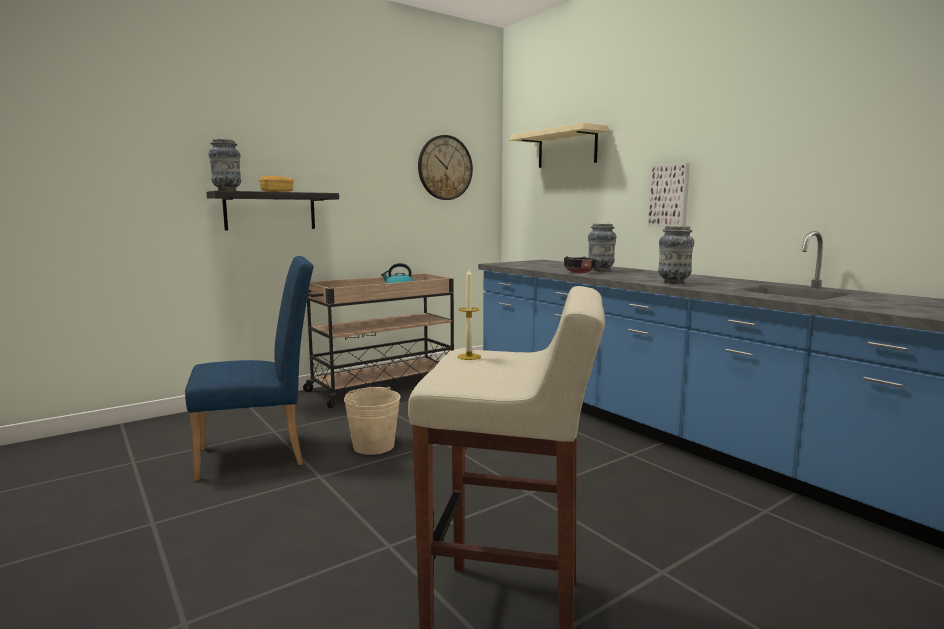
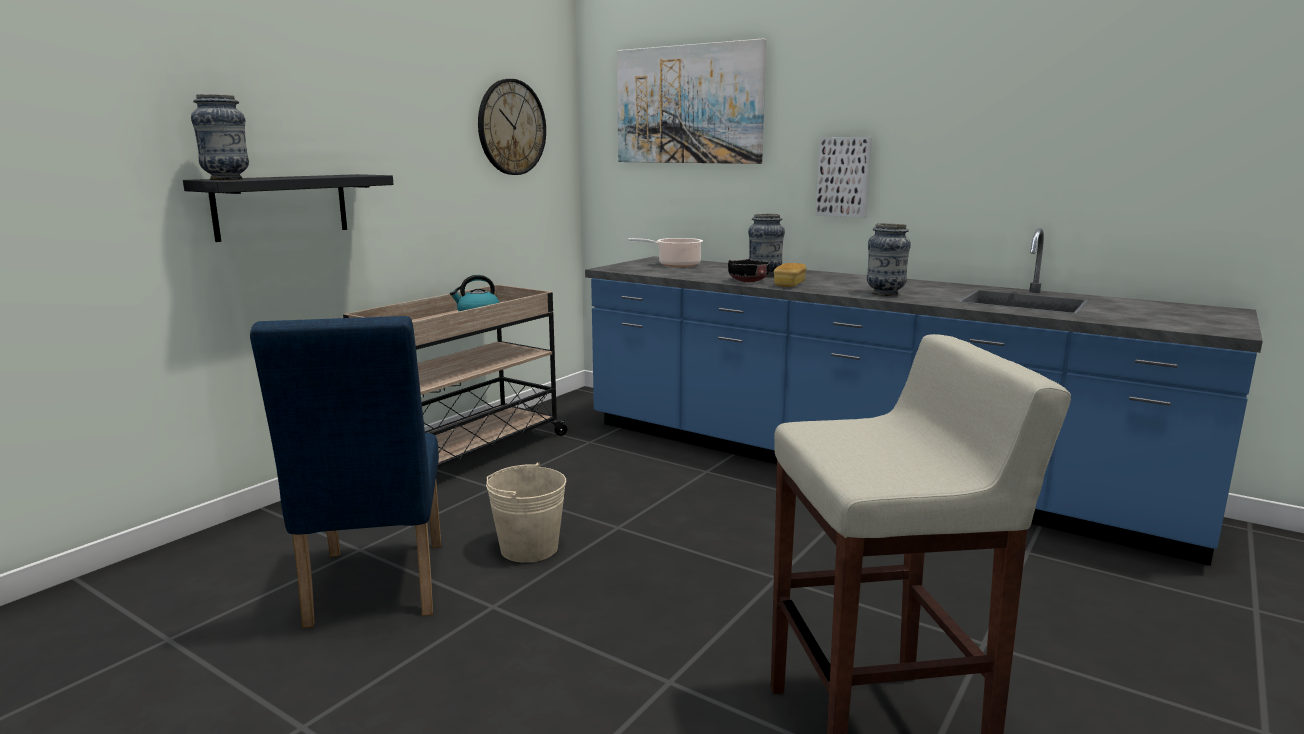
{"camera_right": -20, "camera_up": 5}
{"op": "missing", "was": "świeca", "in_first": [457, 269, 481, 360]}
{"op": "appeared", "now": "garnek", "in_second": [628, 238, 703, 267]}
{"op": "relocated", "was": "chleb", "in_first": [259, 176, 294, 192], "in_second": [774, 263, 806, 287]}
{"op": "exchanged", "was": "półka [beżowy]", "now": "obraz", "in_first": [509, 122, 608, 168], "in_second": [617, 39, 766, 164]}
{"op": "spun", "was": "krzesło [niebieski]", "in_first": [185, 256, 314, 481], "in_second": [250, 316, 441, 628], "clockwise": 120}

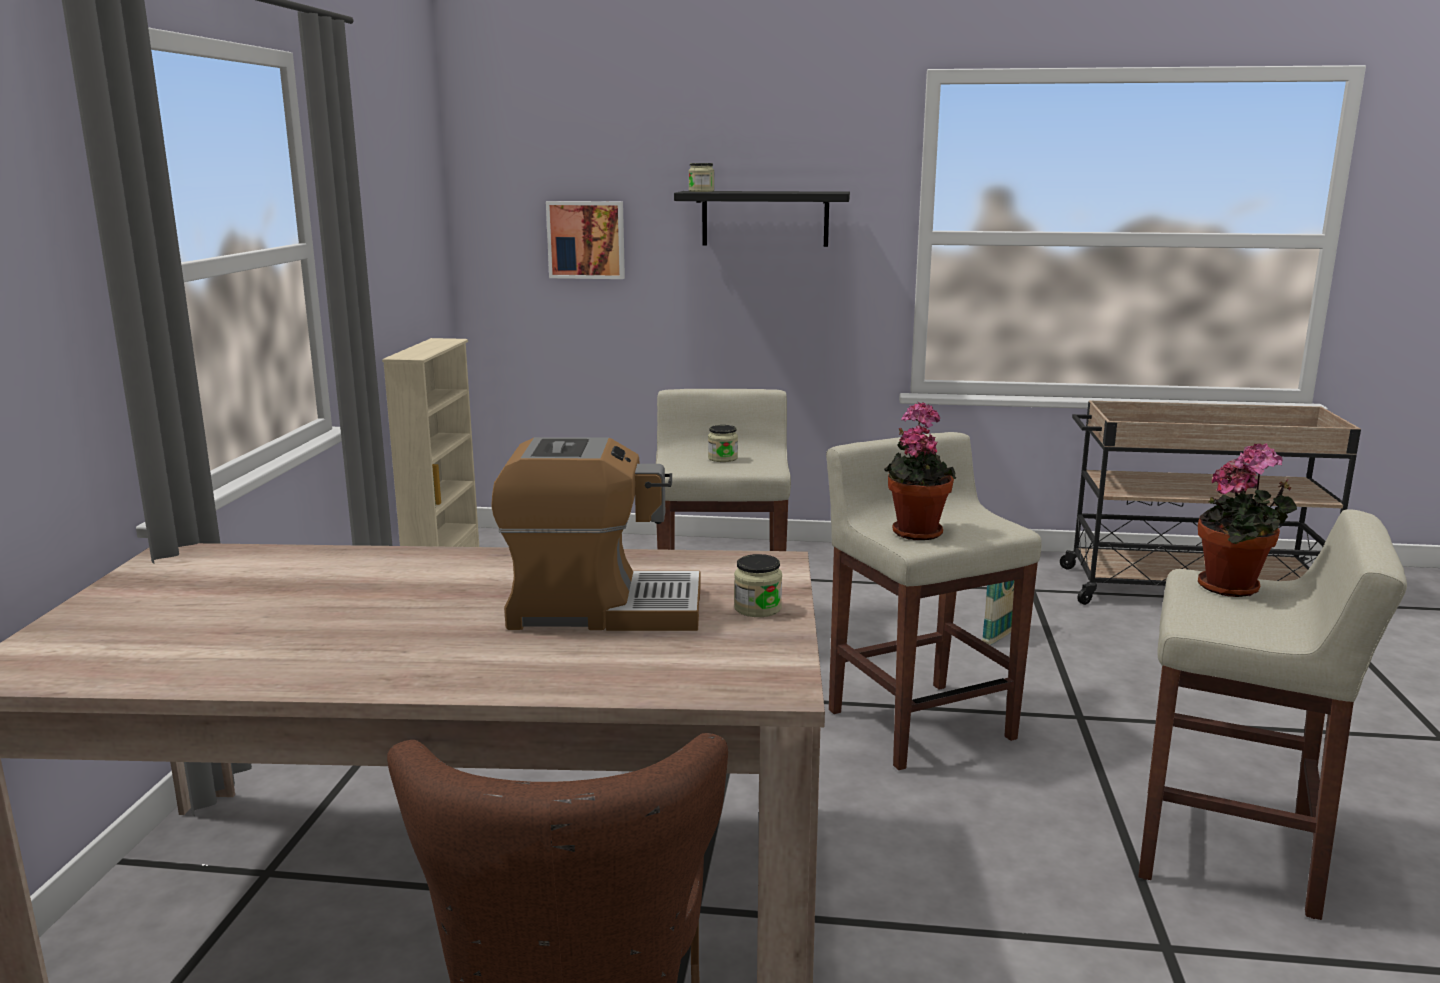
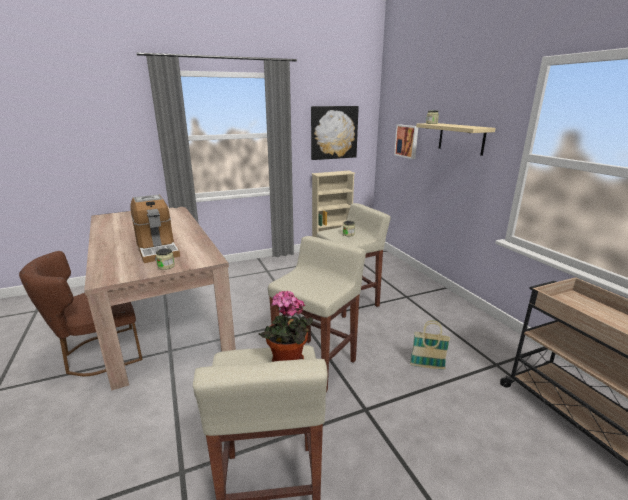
{"camera_right": 60, "camera_up": 5}
{"op": "missing", "was": "roślina doniczkowa", "in_first": [884, 402, 956, 540]}
{"op": "appeared", "now": "obraz", "in_second": [311, 106, 359, 160]}
{"op": "colour", "was": "półka [czarny]", "now": "półka [beżowy]", "in_first": [674, 191, 850, 247], "in_second": [416, 123, 496, 156]}

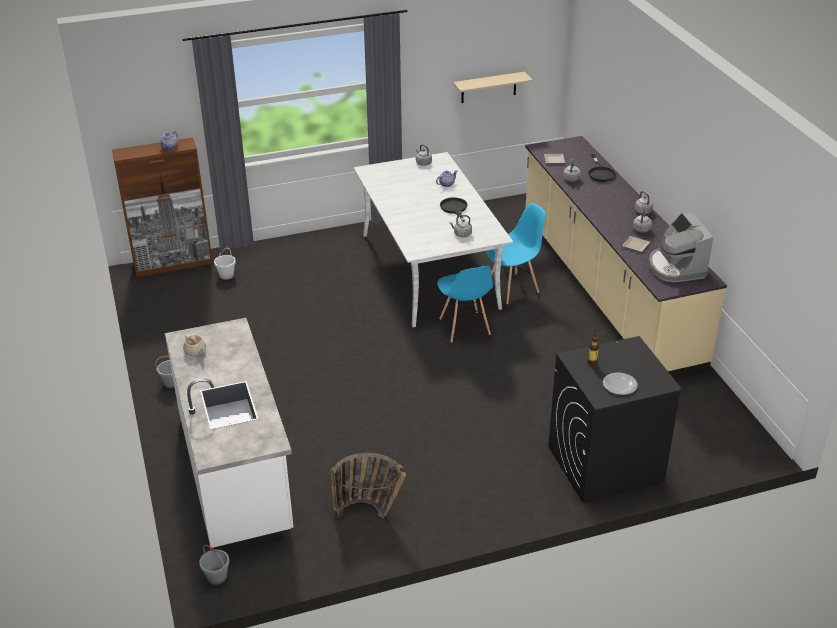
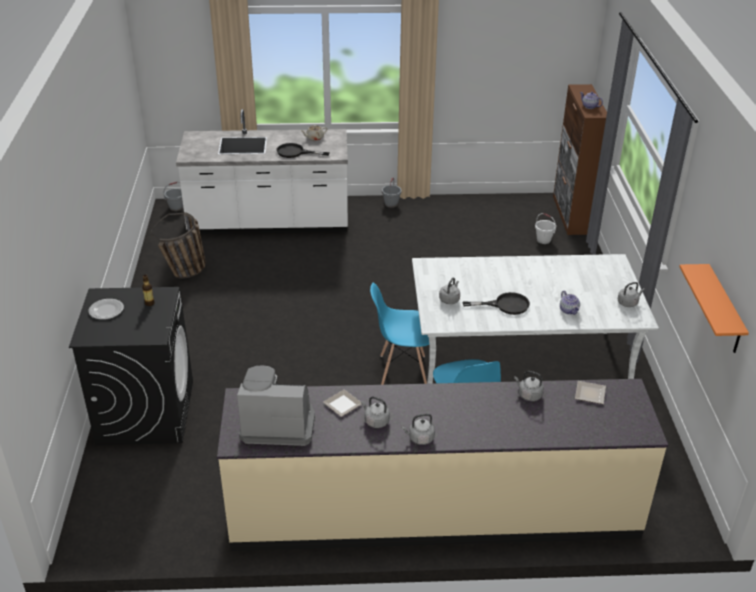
{"camera_right": 105, "camera_up": 0}
{"op": "relocated", "was": "patelnia [czarny]", "in_first": [589, 154, 616, 182], "in_second": [276, 143, 330, 158]}
{"op": "colour", "was": "półka [beżowy]", "now": "półka [pomarańczowy]", "in_first": [453, 72, 533, 103], "in_second": [679, 264, 749, 353]}

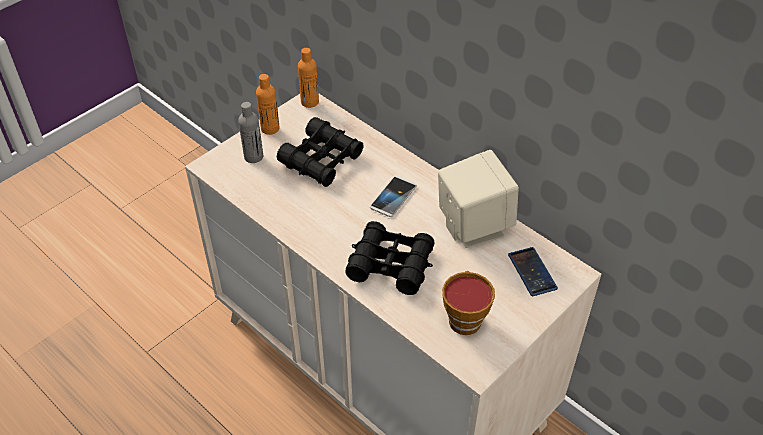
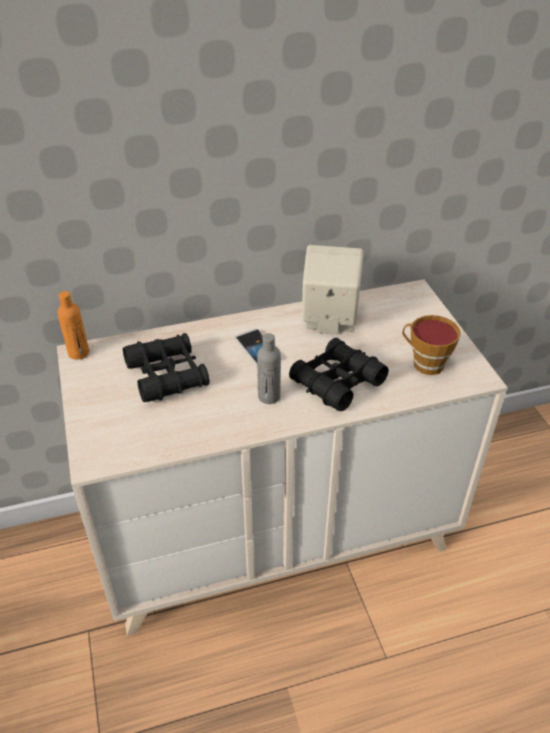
{"camera_right": -60, "camera_up": -5}
{"op": "missing", "was": "butelka [pomarańczowy]", "in_first": [256, 74, 280, 135]}
{"op": "missing", "was": "telefon", "in_first": [508, 247, 558, 296]}
{"op": "relocated", "was": "butelka [szary]", "in_first": [238, 102, 263, 163], "in_second": [257, 333, 281, 404]}

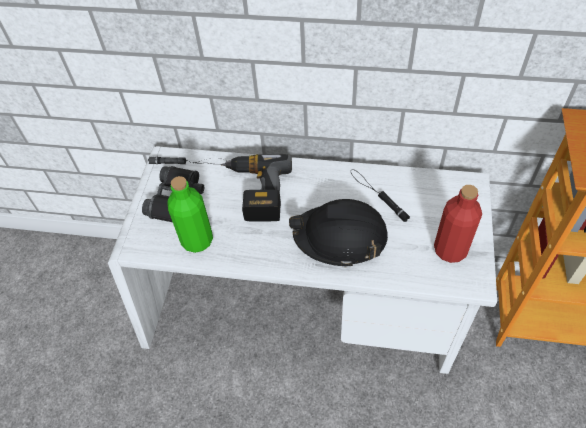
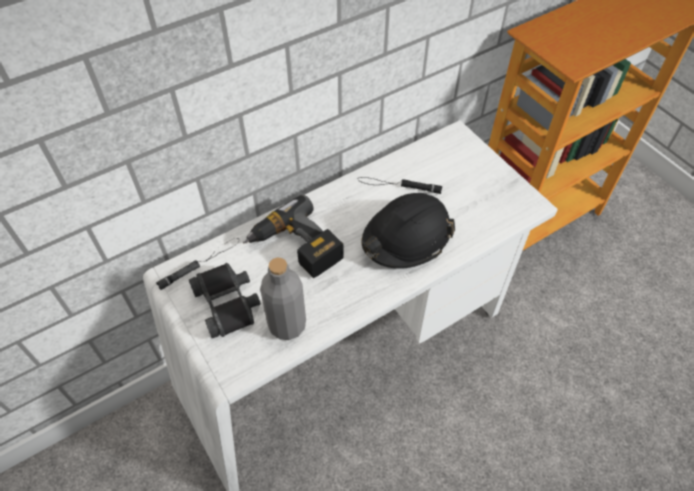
{"camera_right": -45, "camera_up": 0}
{"op": "missing", "was": "butelka [czerwony]", "in_first": [434, 185, 482, 263]}
{"op": "colour", "was": "butelka [zielony]", "now": "butelka [szary]", "in_first": [167, 176, 213, 253], "in_second": [260, 258, 306, 340]}

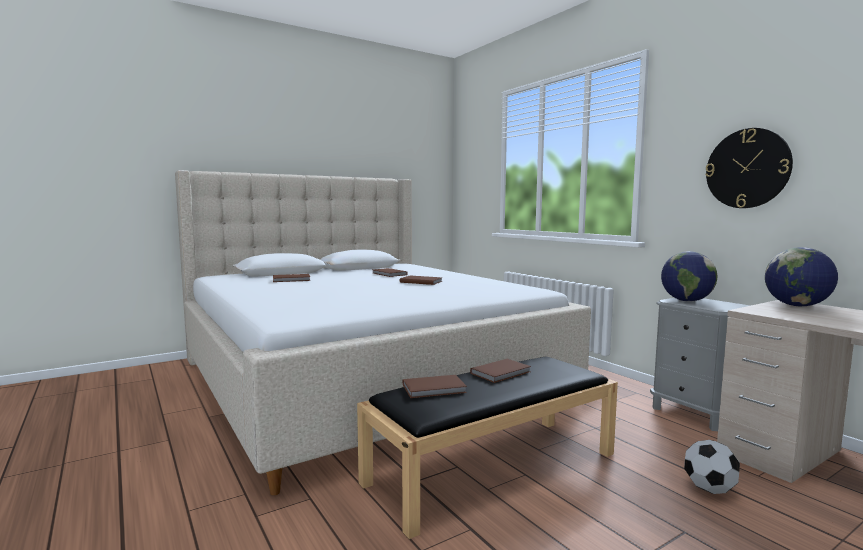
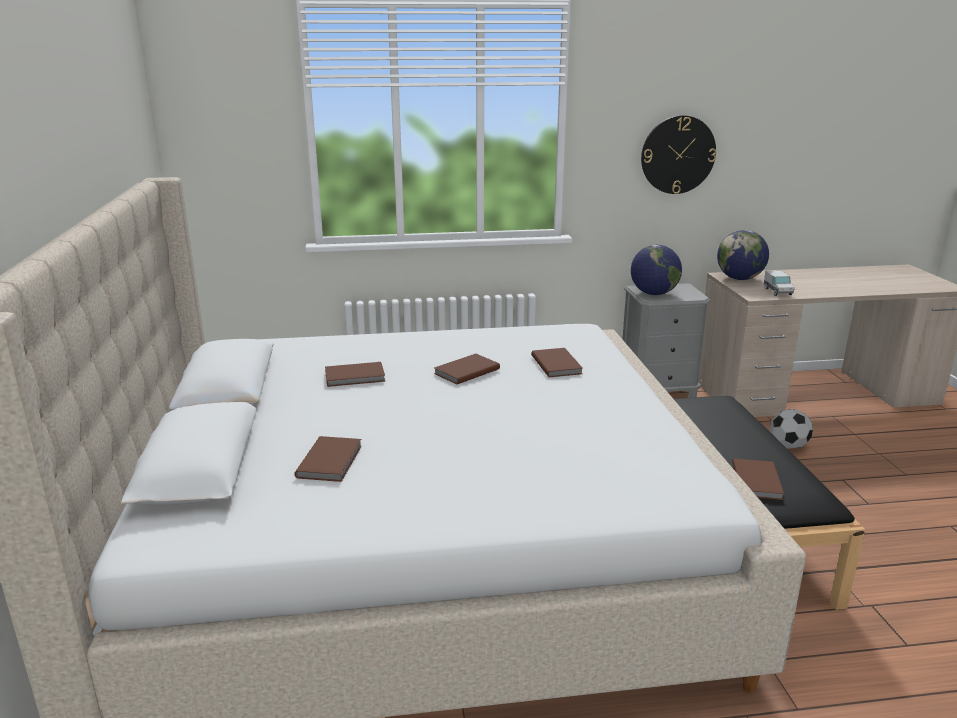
{"camera_right": -65, "camera_up": 15}
{"op": "appeared", "now": "ciężarówka zabawkowa", "in_second": [764, 271, 795, 296]}
{"op": "relocated", "was": "książka [brązowy]", "in_first": [470, 359, 531, 383], "in_second": [531, 348, 582, 377]}

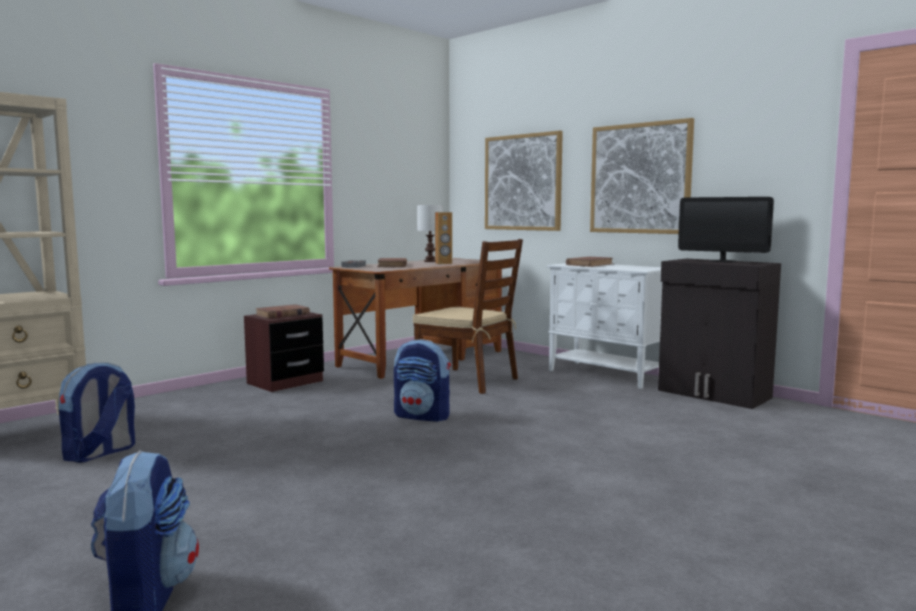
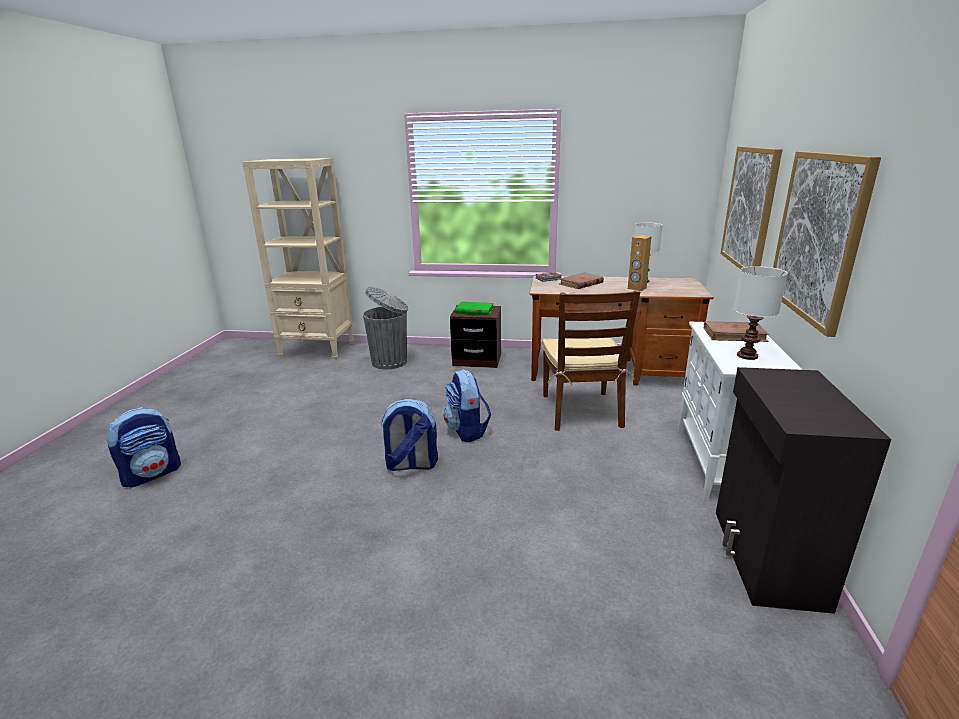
{"camera_right": 55, "camera_up": 15}
{"op": "missing", "was": "monitor", "in_first": [678, 197, 774, 262]}
{"op": "appeared", "now": "kosz na śmieci [szary]", "in_second": [363, 287, 408, 369]}
{"op": "appeared", "now": "lampa stołowa [biały]", "in_second": [734, 266, 788, 360]}
{"op": "relocated", "was": "plecak", "in_first": [59, 362, 135, 463], "in_second": [379, 399, 438, 471]}
{"op": "colour", "was": "książka [brązowy]", "now": "książka [zielony]", "in_first": [254, 304, 310, 319], "in_second": [455, 301, 494, 315]}

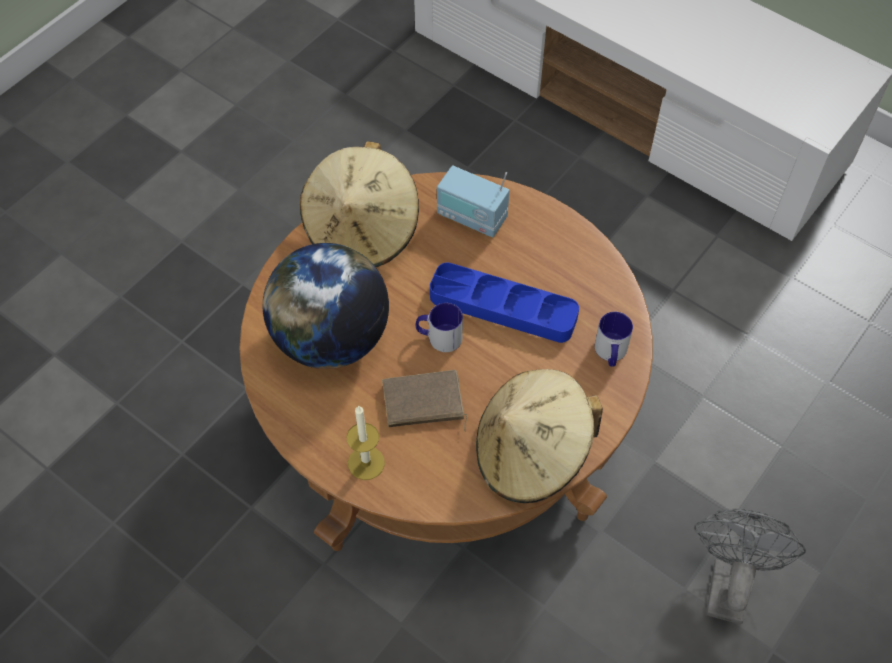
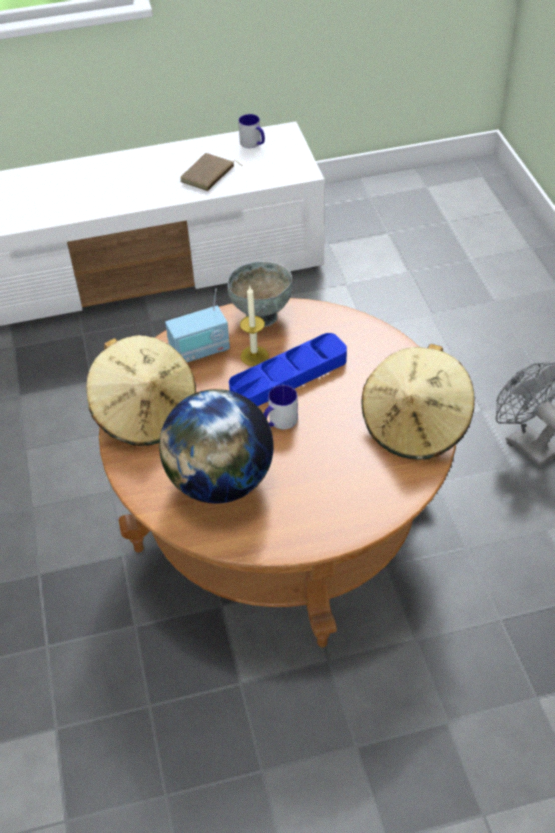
{"camera_right": -50, "camera_up": -10}
{"op": "appeared", "now": "miska [szary]", "in_second": [227, 261, 292, 327]}
{"op": "relocated", "was": "świeca", "in_first": [347, 405, 385, 480], "in_second": [240, 286, 269, 366]}
{"op": "relocated", "was": "książka [brązowy]", "in_first": [382, 370, 468, 432], "in_second": [180, 153, 242, 191]}
{"op": "relocated", "was": "kubek", "in_first": [595, 312, 633, 367], "in_second": [238, 114, 265, 148]}

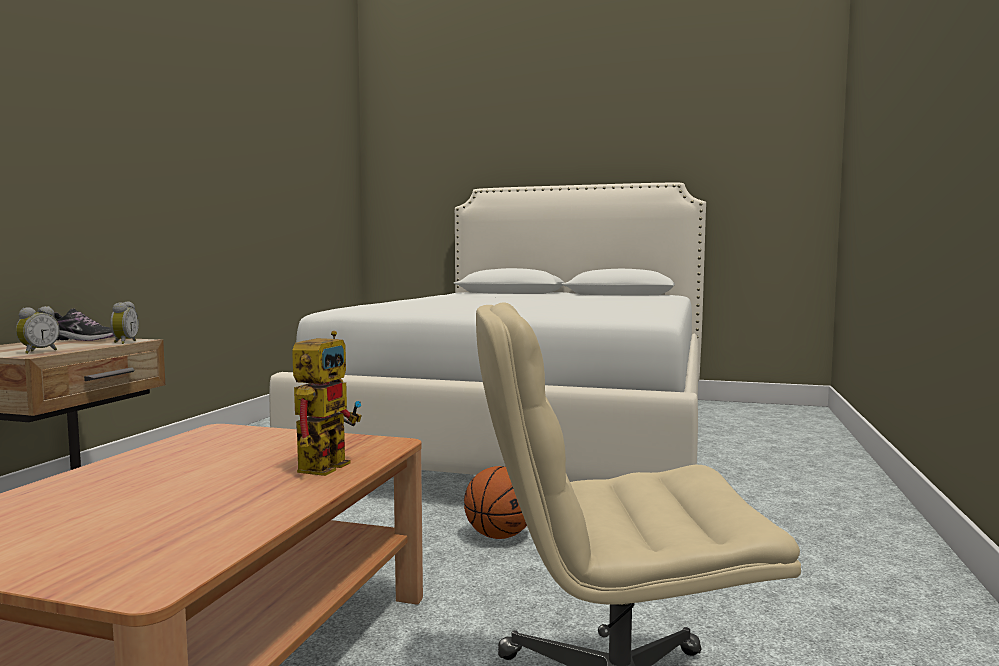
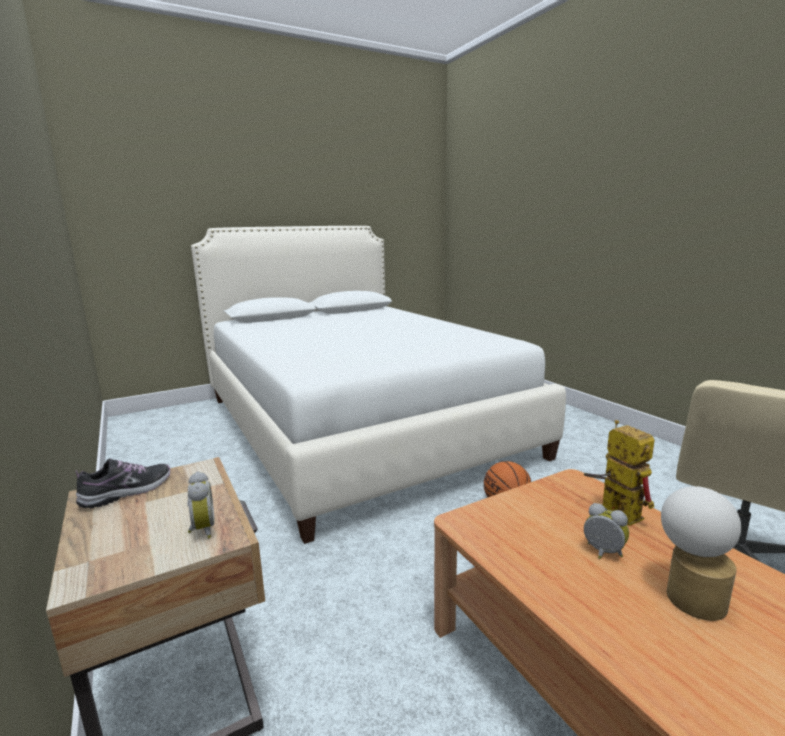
{"camera_right": -45, "camera_up": 10}
{"op": "appeared", "now": "lampa stołowa", "in_second": [661, 486, 741, 621]}
{"op": "relocated", "was": "budzik", "in_first": [110, 301, 139, 344], "in_second": [584, 503, 629, 559]}

